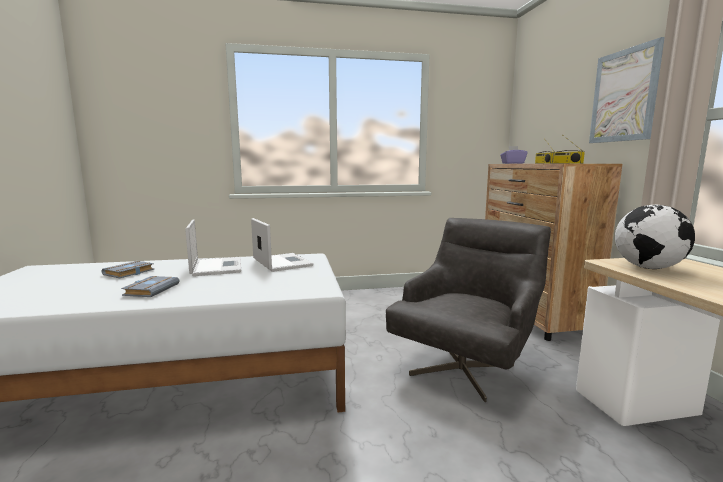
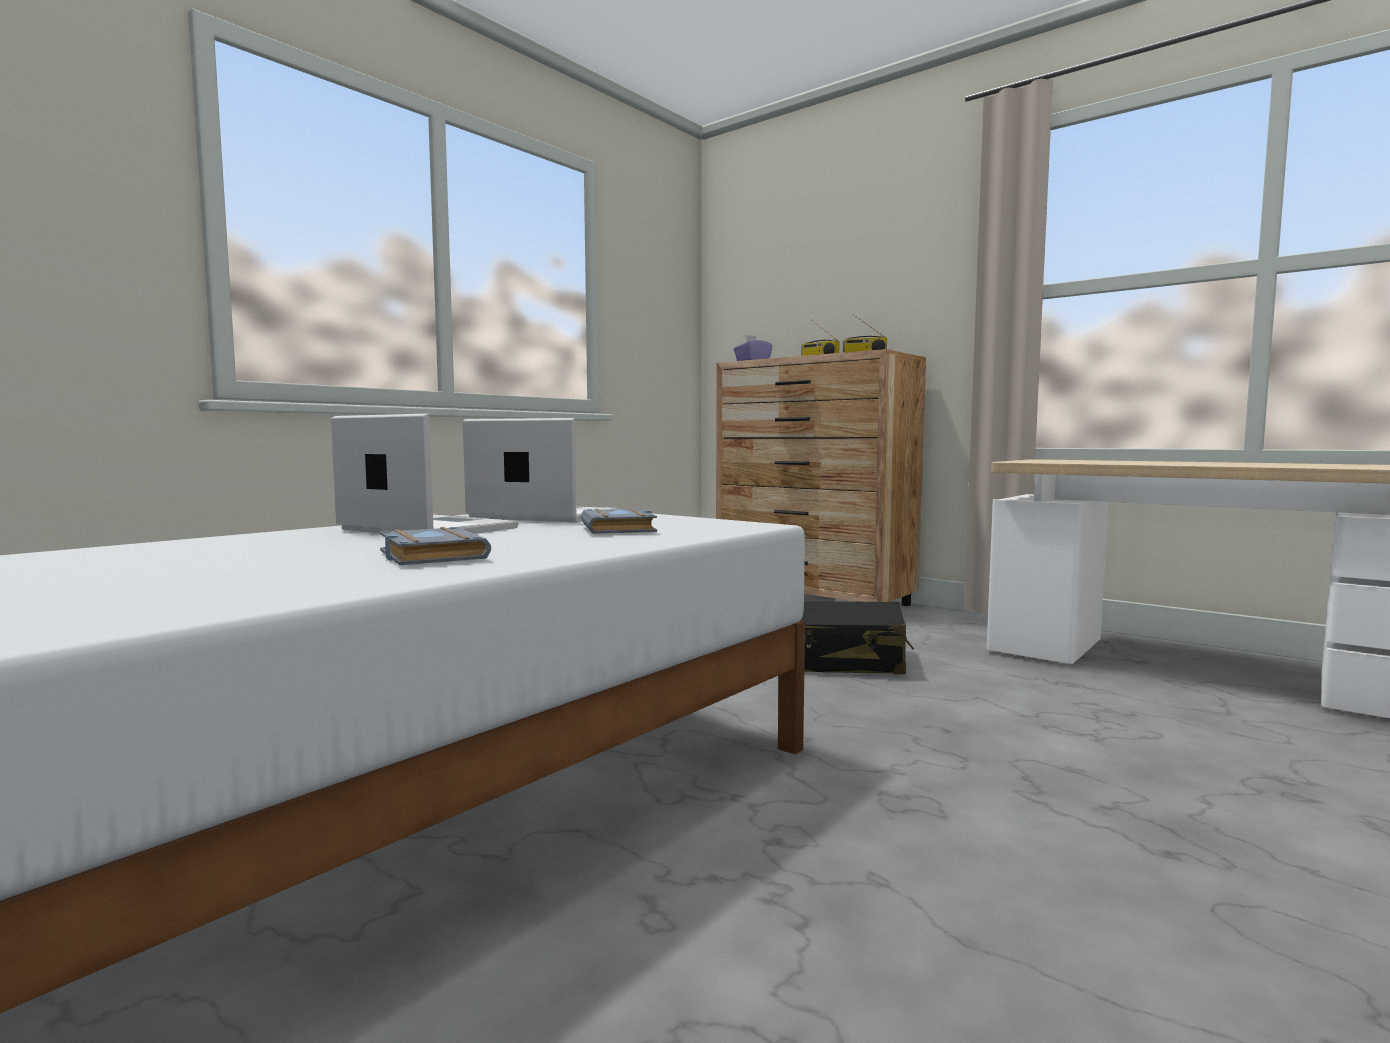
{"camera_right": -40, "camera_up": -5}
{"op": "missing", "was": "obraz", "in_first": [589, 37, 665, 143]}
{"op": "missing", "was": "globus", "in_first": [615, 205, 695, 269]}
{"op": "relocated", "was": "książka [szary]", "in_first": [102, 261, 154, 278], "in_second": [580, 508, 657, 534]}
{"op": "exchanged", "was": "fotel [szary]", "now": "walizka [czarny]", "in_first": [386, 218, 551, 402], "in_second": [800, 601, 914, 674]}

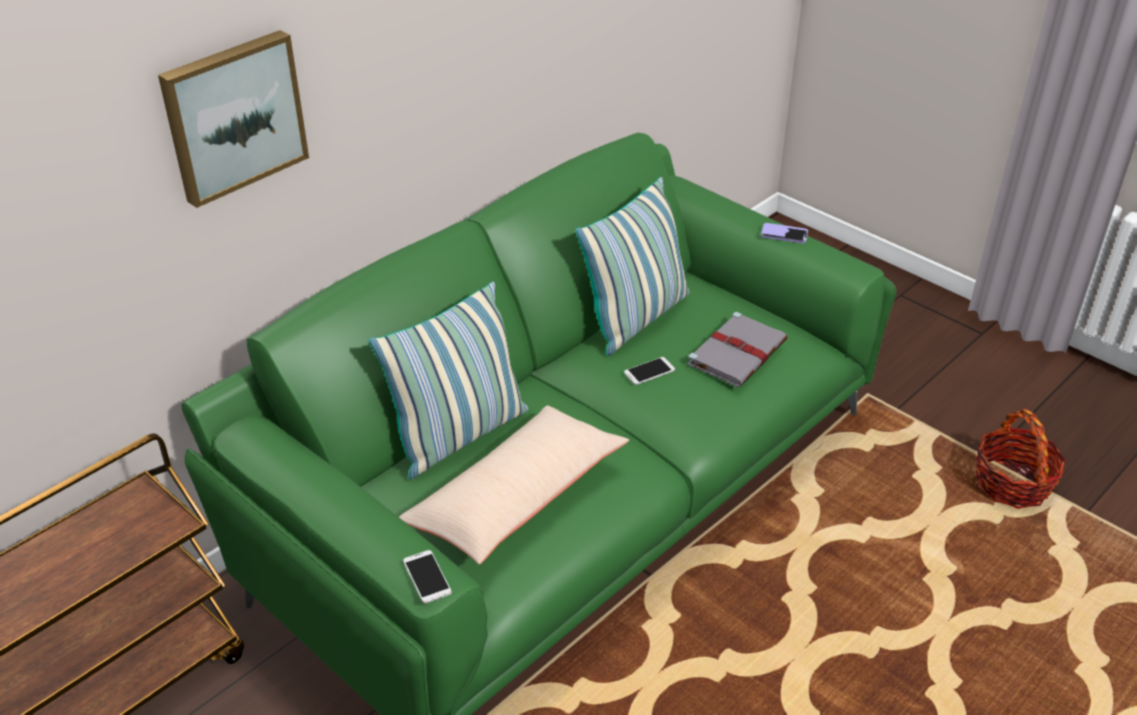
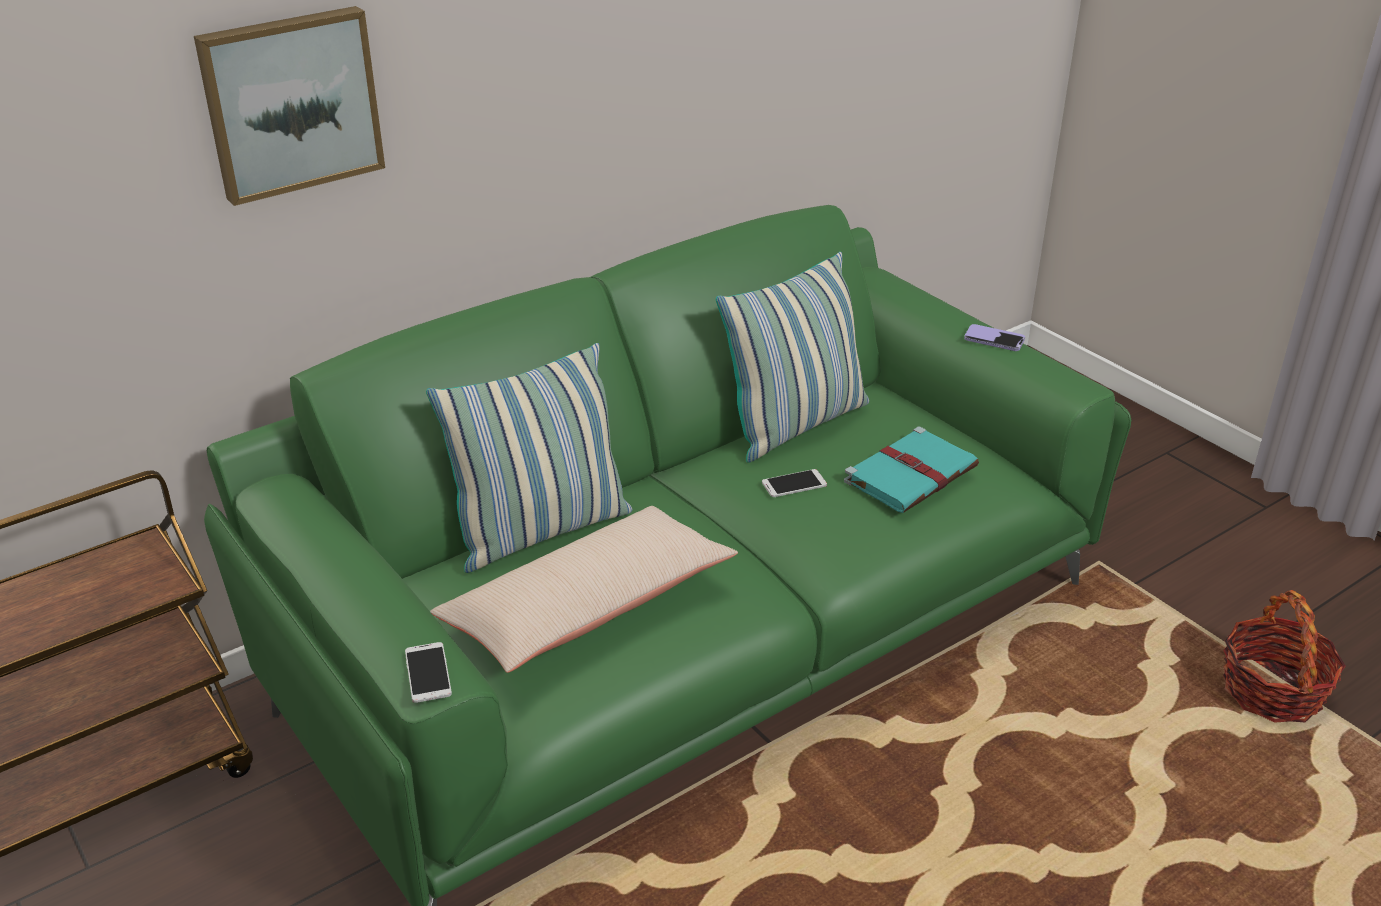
{"camera_right": 10, "camera_up": -5}
{"op": "colour", "was": "książka [szary]", "now": "książka [turkusowy]", "in_first": [687, 312, 788, 387], "in_second": [844, 427, 979, 513]}

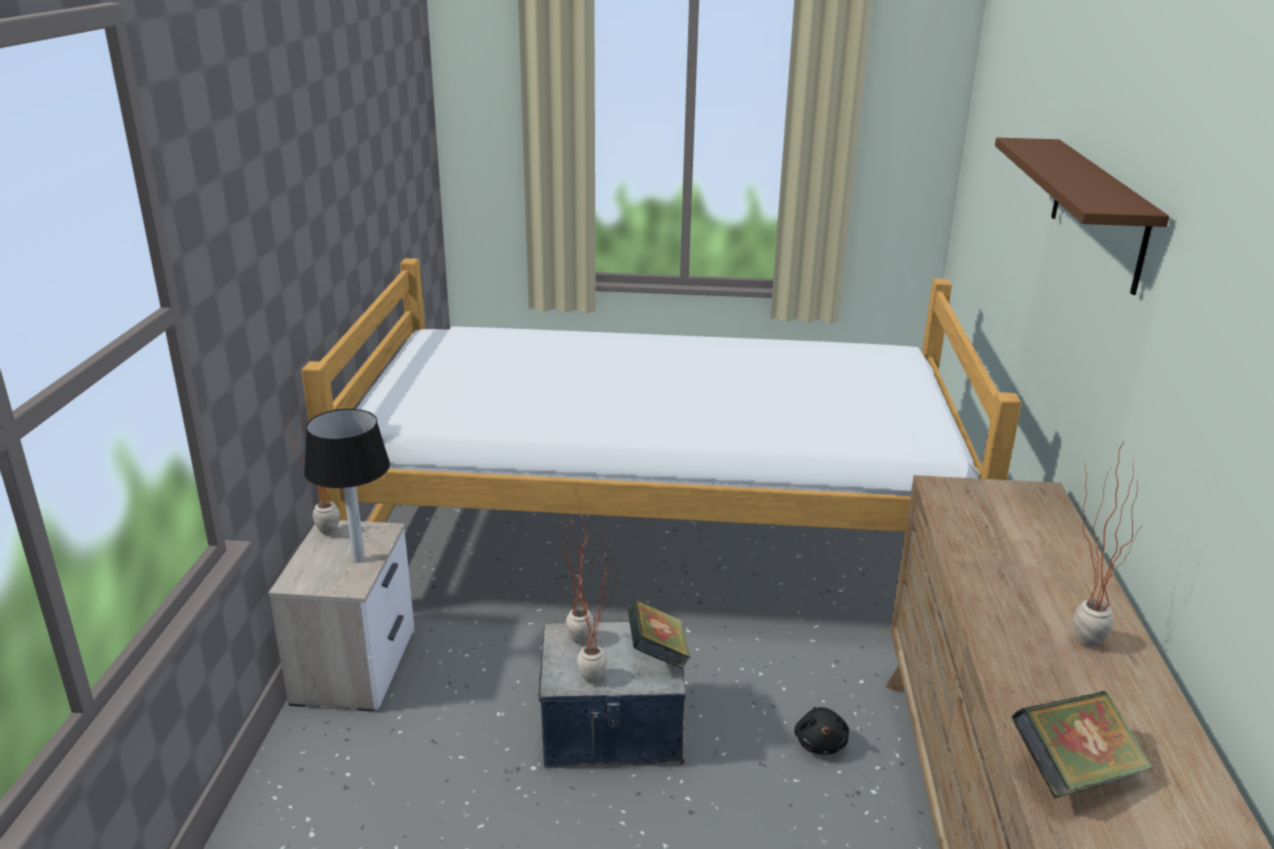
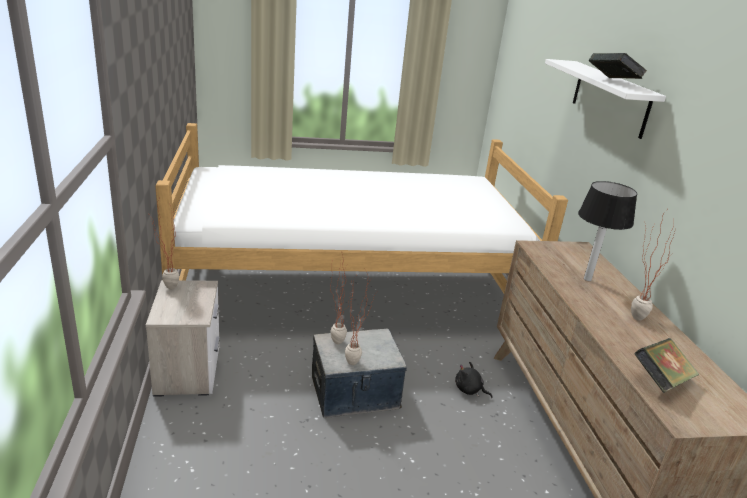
{"camera_right": -15, "camera_up": 0}
{"op": "relocated", "was": "lampa stołowa", "in_first": [304, 409, 390, 563], "in_second": [578, 181, 637, 281]}
{"op": "relocated", "was": "książka", "in_first": [627, 600, 691, 669], "in_second": [589, 53, 647, 79]}
{"op": "colour", "was": "półka [brązowy]", "now": "półka [biały]", "in_first": [995, 138, 1169, 295], "in_second": [545, 59, 666, 139]}
{"op": "spun", "was": "pluszak [czarny]", "in_first": [794, 707, 849, 755], "in_second": [455, 362, 493, 398], "clockwise": 135}

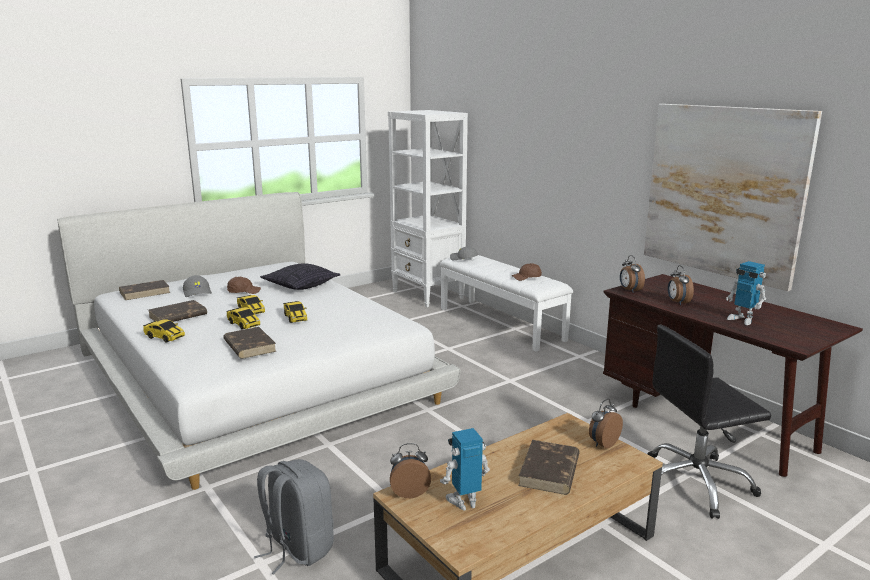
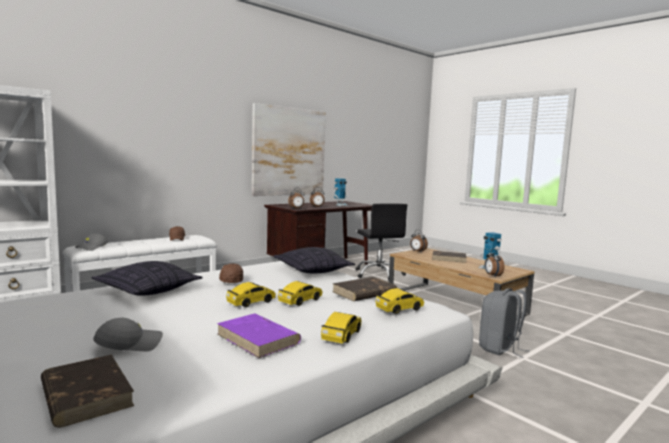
{"camera_right": -95, "camera_up": -10}
{"op": "appeared", "now": "poduszka", "in_second": [274, 247, 355, 273]}
{"op": "relocated", "was": "czapka z daszkiem [brązowy]", "in_first": [227, 277, 261, 294], "in_second": [219, 263, 243, 283]}
{"op": "relocated", "was": "samochodzik", "in_first": [283, 301, 307, 323], "in_second": [375, 288, 424, 314]}
{"op": "colour", "was": "książka [brązowy]", "now": "książka [fioletowy]", "in_first": [148, 300, 207, 322], "in_second": [217, 314, 301, 358]}

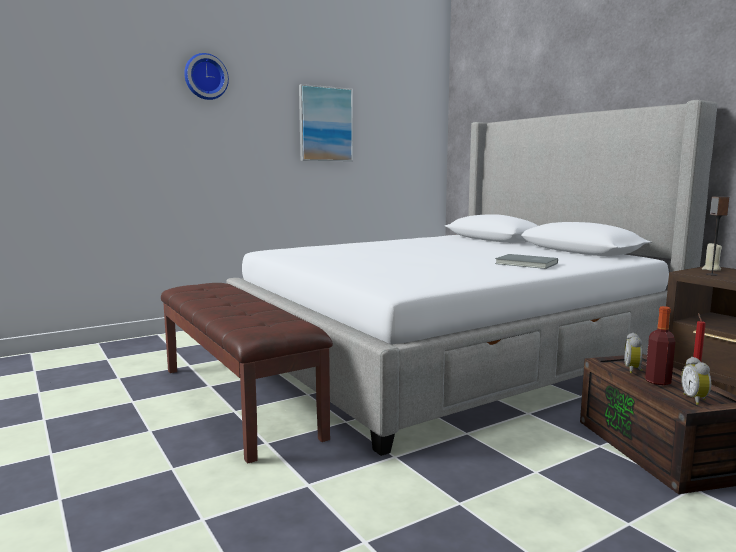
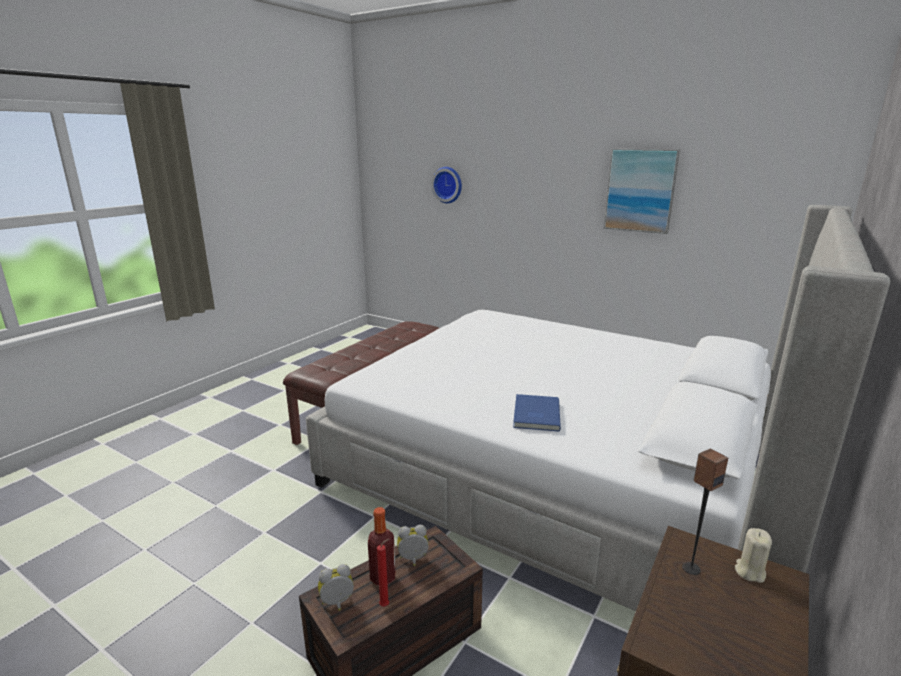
{"camera_right": 65, "camera_up": 10}
{"op": "relocated", "was": "zegar ścienny", "in_first": [184, 53, 229, 100], "in_second": [431, 167, 462, 203]}
{"op": "colour", "was": "książka [szary]", "now": "książka [niebieski]", "in_first": [495, 254, 558, 269], "in_second": [513, 394, 561, 432]}

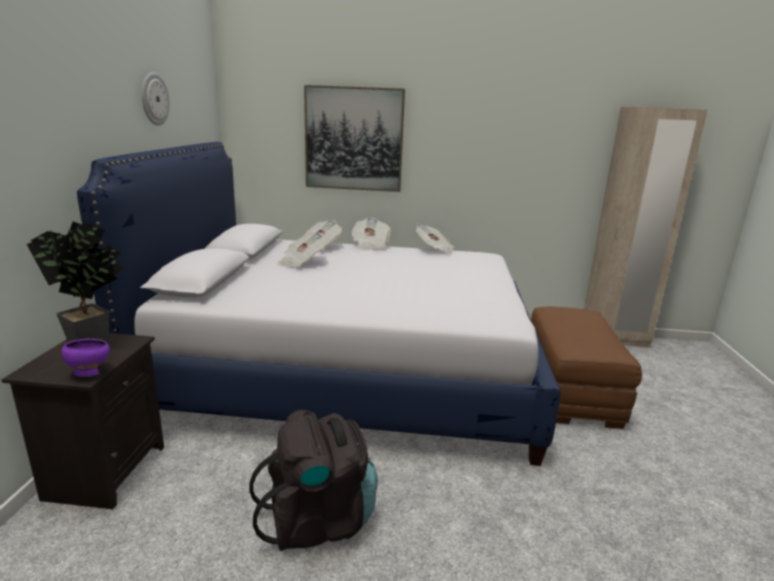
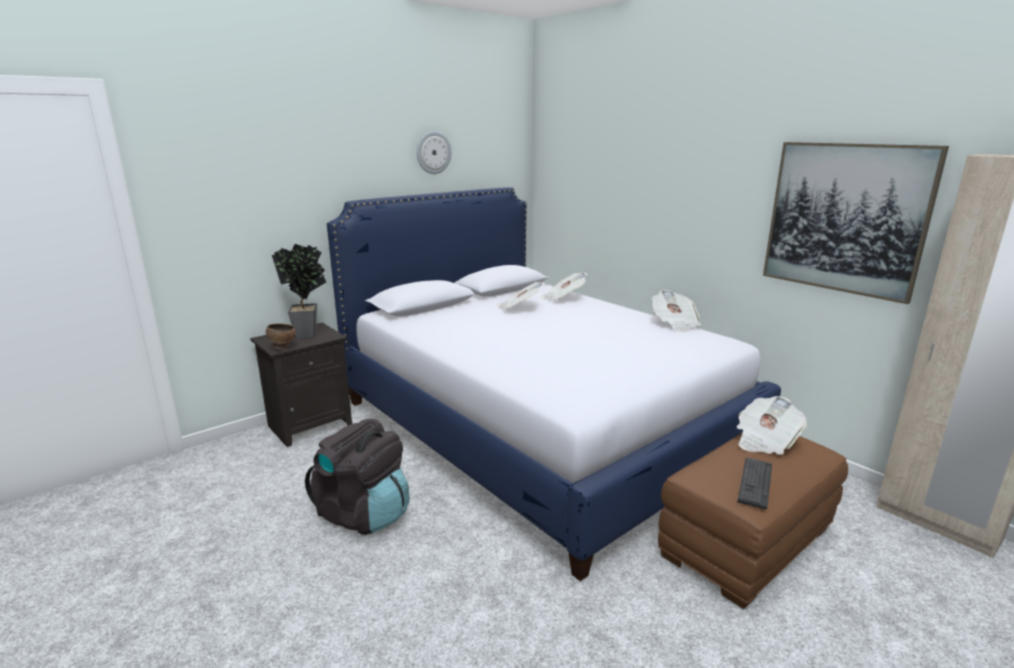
{"camera_right": 45, "camera_up": 0}
{"op": "appeared", "now": "klawiatura", "in_second": [738, 458, 772, 510]}
{"op": "relocated", "was": "obraz", "in_first": [304, 85, 405, 192], "in_second": [763, 142, 949, 304]}
{"op": "relocated", "was": "gazeta", "in_first": [351, 218, 391, 251], "in_second": [737, 396, 807, 455]}
{"op": "colour", "was": "miska [fioletowy]", "now": "miska [brązowy]", "in_first": [61, 339, 110, 377], "in_second": [266, 323, 296, 349]}

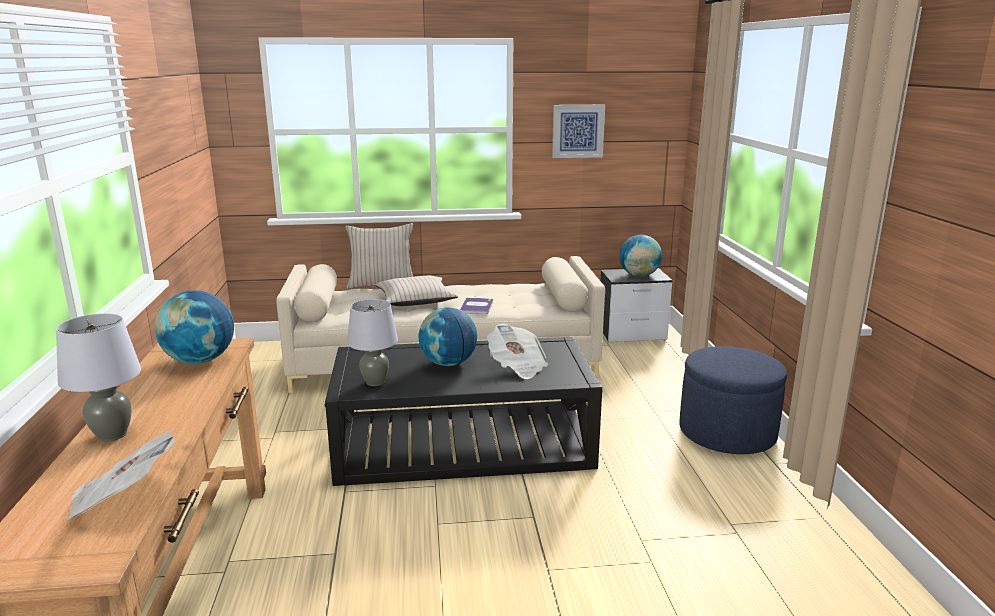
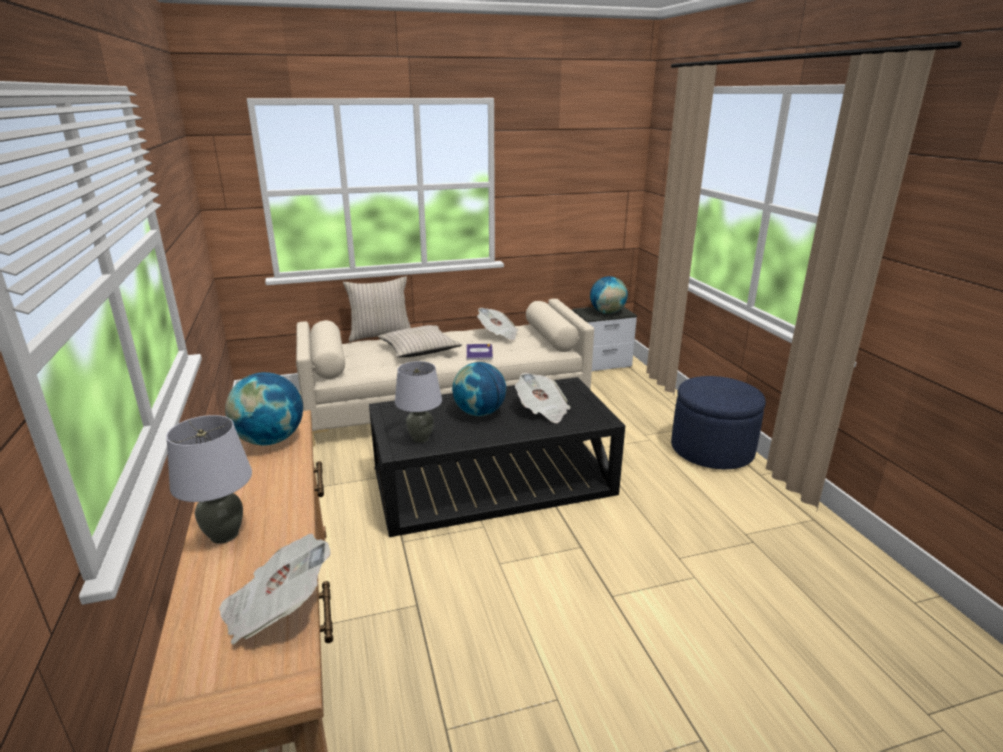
{"camera_right": -10, "camera_up": 5}
{"op": "missing", "was": "obraz", "in_first": [552, 105, 605, 158]}
{"op": "appeared", "now": "gazeta", "in_second": [477, 308, 518, 340]}

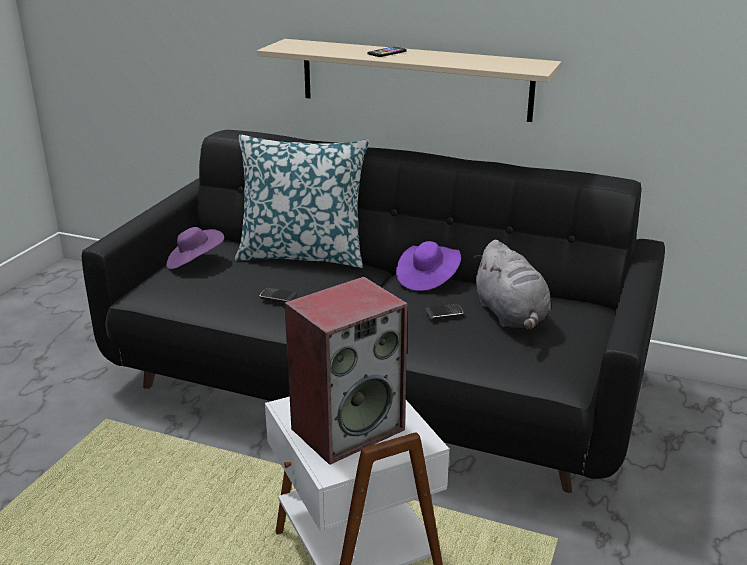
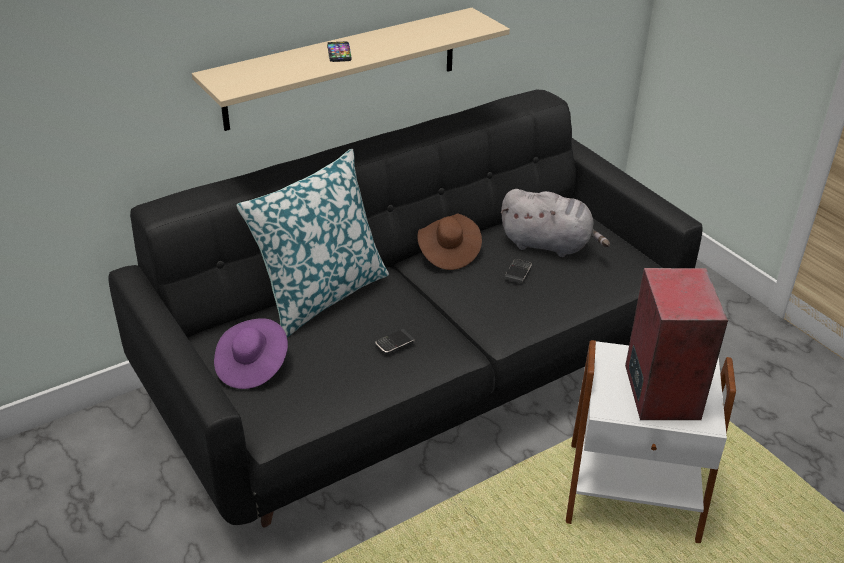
{"camera_right": -55, "camera_up": 10}
{"op": "colour", "was": "kapelusz [fioletowy]", "now": "kapelusz [brązowy]", "in_first": [396, 241, 461, 291], "in_second": [417, 213, 482, 270]}

